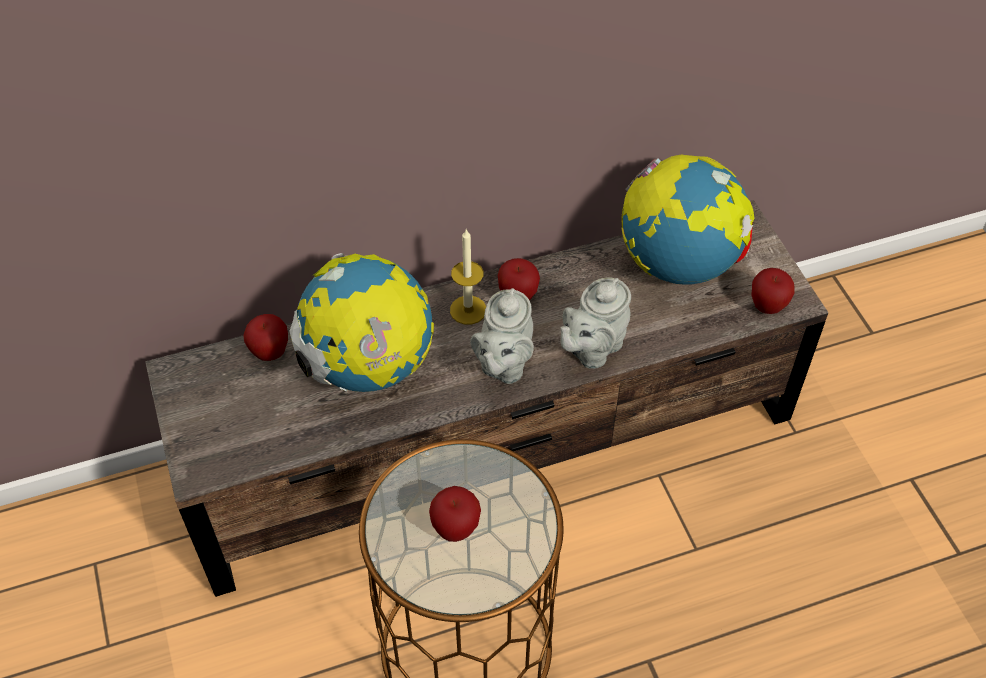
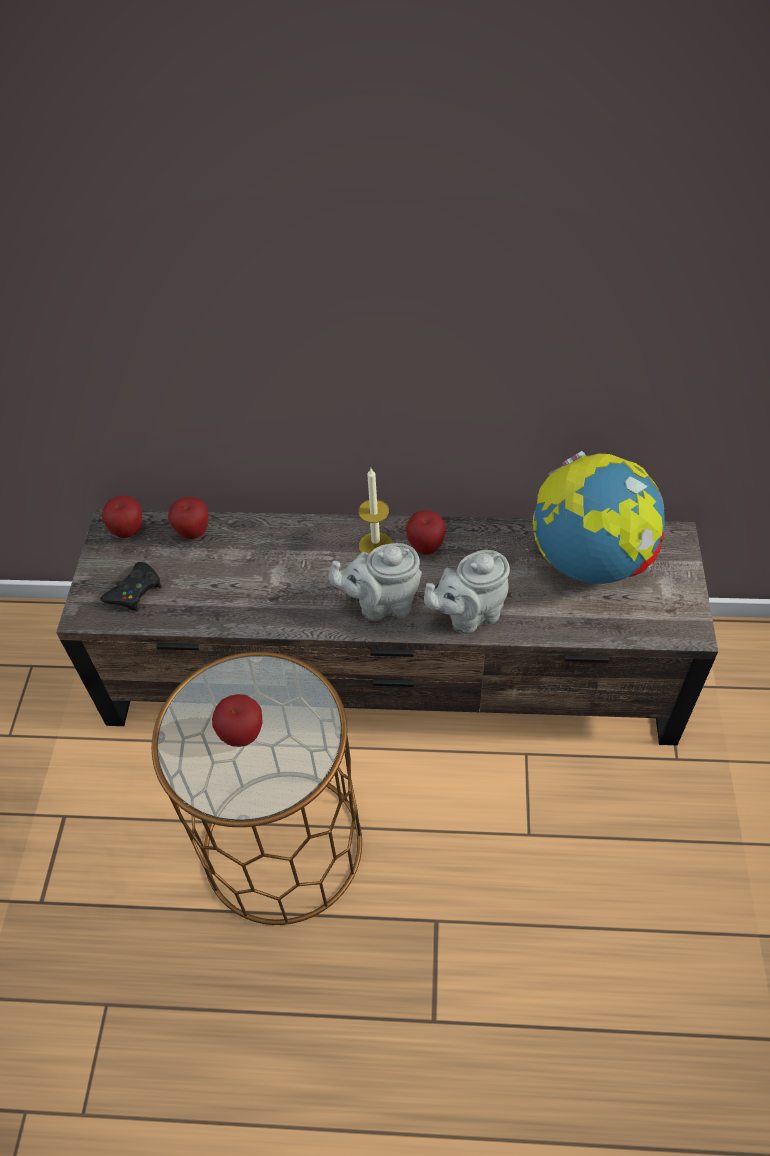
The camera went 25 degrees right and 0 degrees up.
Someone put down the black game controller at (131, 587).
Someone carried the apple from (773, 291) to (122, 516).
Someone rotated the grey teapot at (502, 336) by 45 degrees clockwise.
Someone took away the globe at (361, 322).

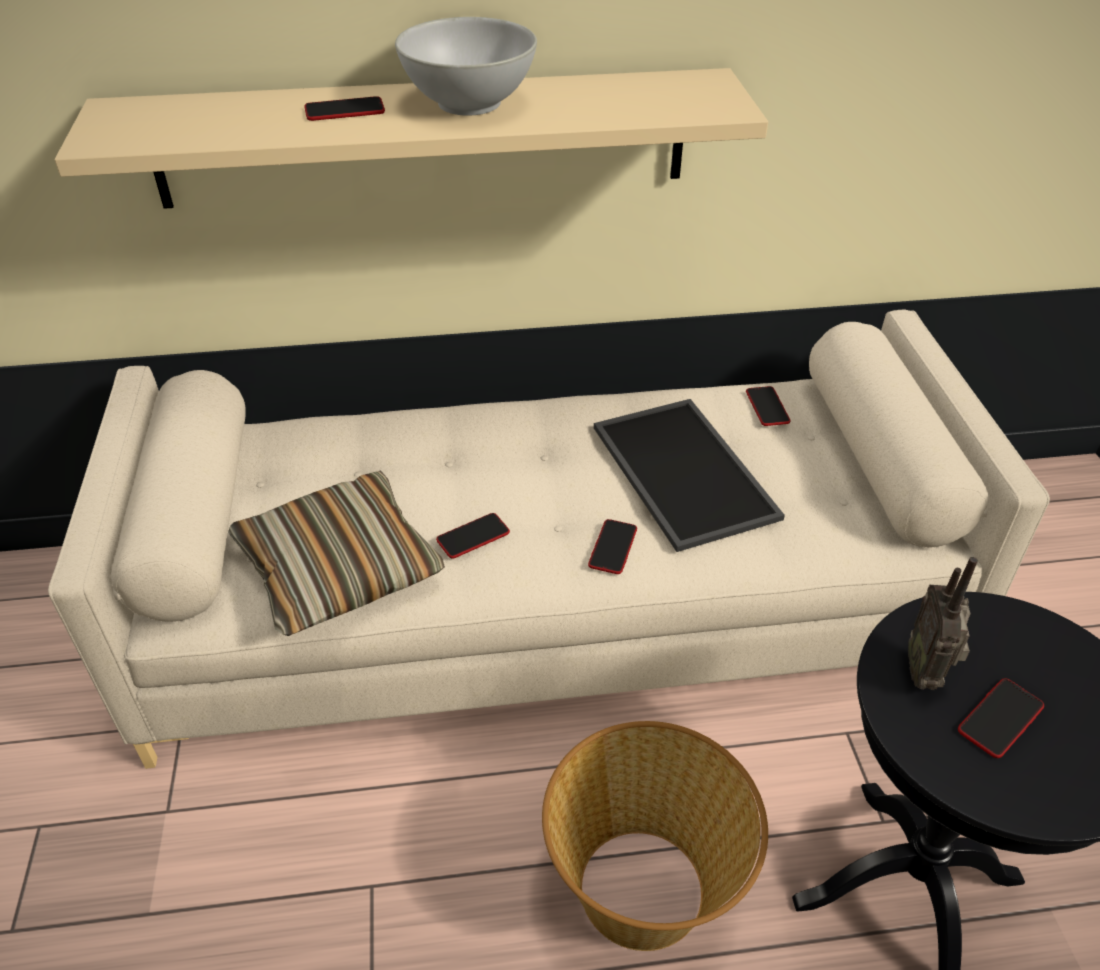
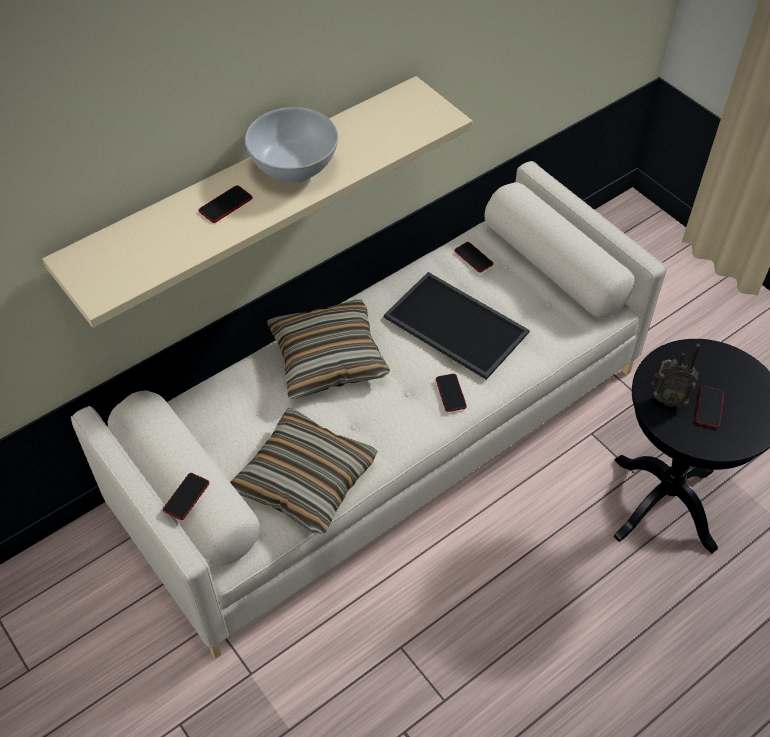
The camera went 30 degrees left and 10 degrees up.
Someone carried the phone from (473, 536) to (186, 496).
Someone put down the pillow at (328, 349).
Someone rotated the radio at (943, 623) by 45 degrees counterclockwise.
Someone took away the basket at (655, 836).

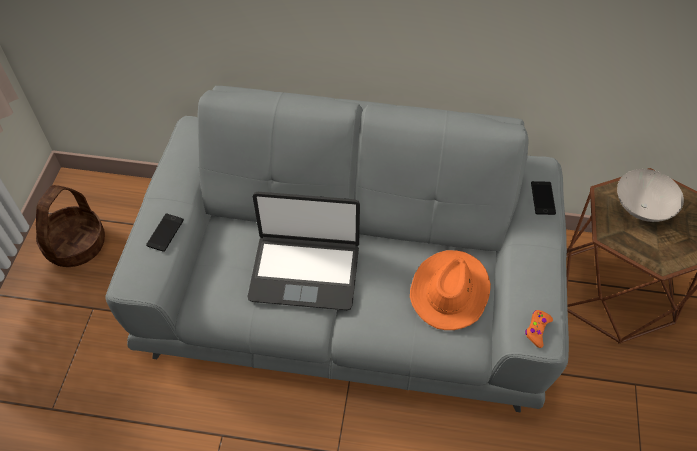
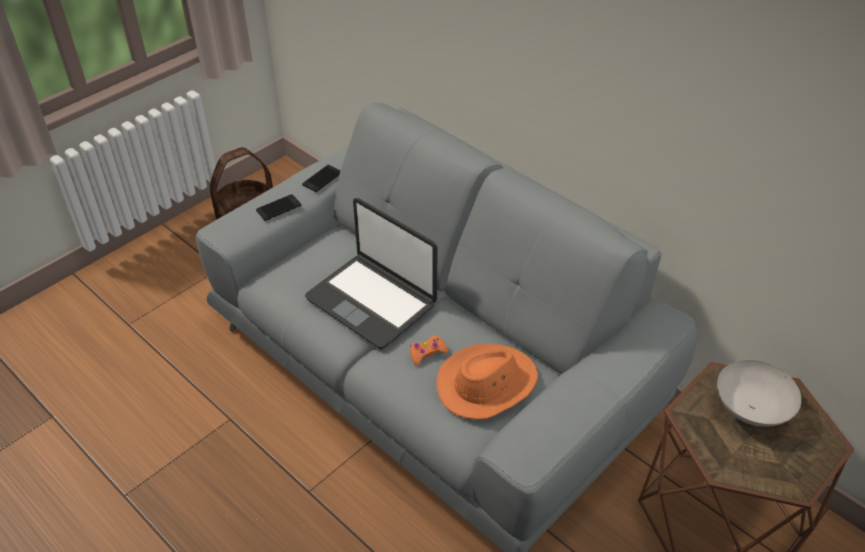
The camera went 35 degrees right and 10 degrees down.
Someone carried the phone from (543, 198) to (321, 178).
Someone carried the orange game controller from (539, 329) to (429, 350).

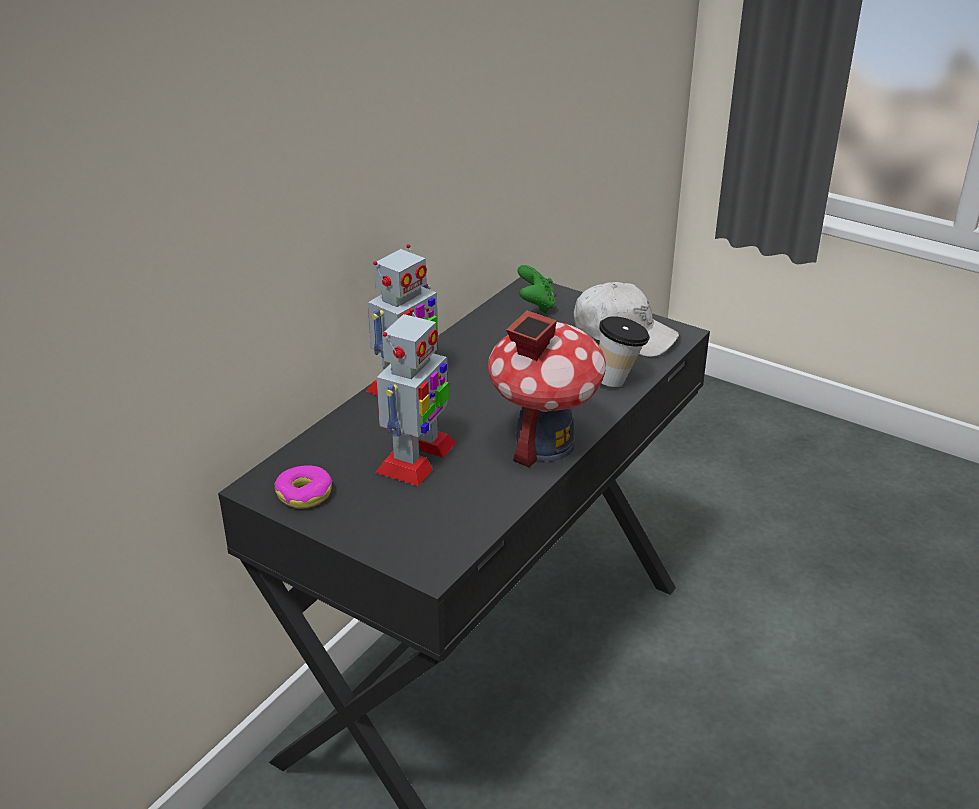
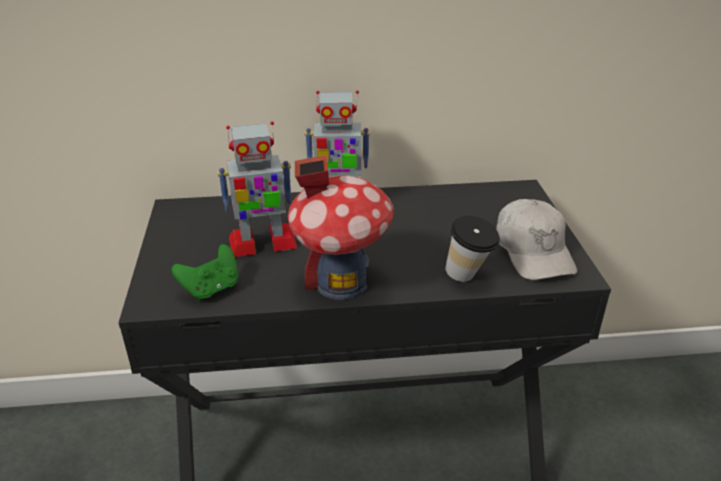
The camera went 50 degrees right and 0 degrees up.
Someone carried the green game controller from (536, 289) to (205, 272).
Someone took away the donut at (303, 487).

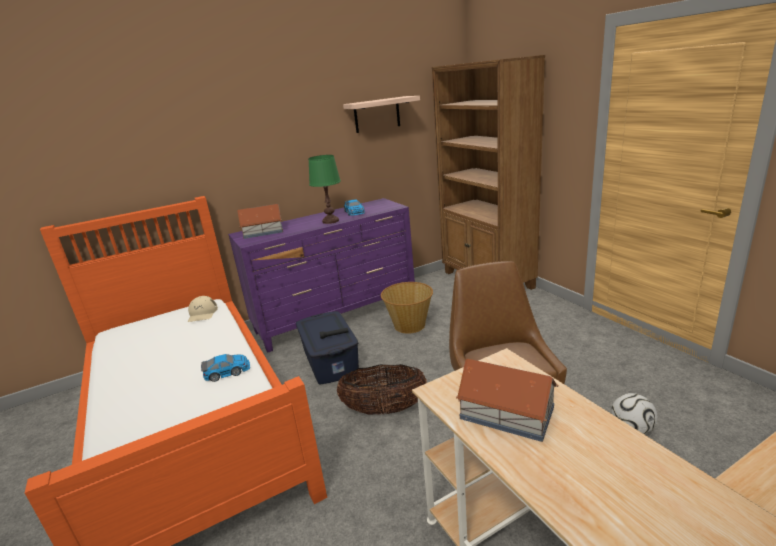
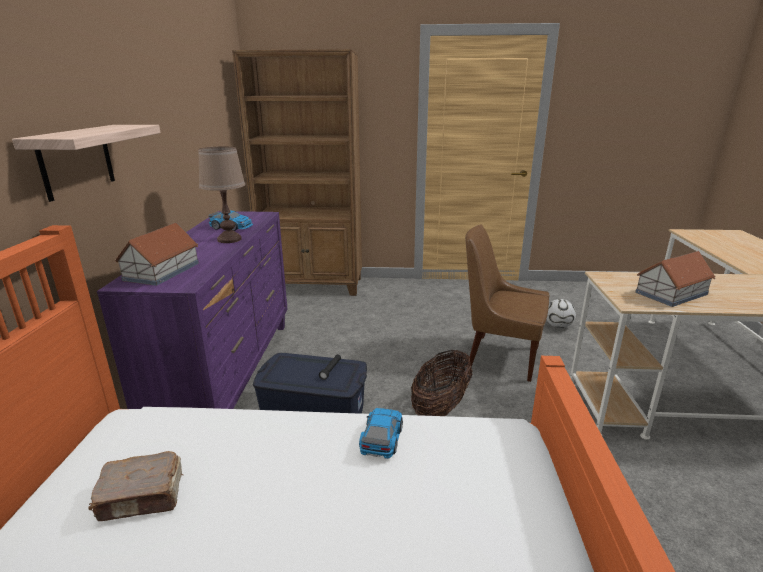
The camera went 60 degrees left and 0 degrees up.
Someone carried the shelf from (381, 114) to (86, 163).
Someone put down the brown book at (135, 486).
Someone repainted the green table lamp at (324, 189), which became the brown table lamp at (221, 194).
Someone took away the beige cap at (203, 309).
Someone took away the basket at (407, 308).

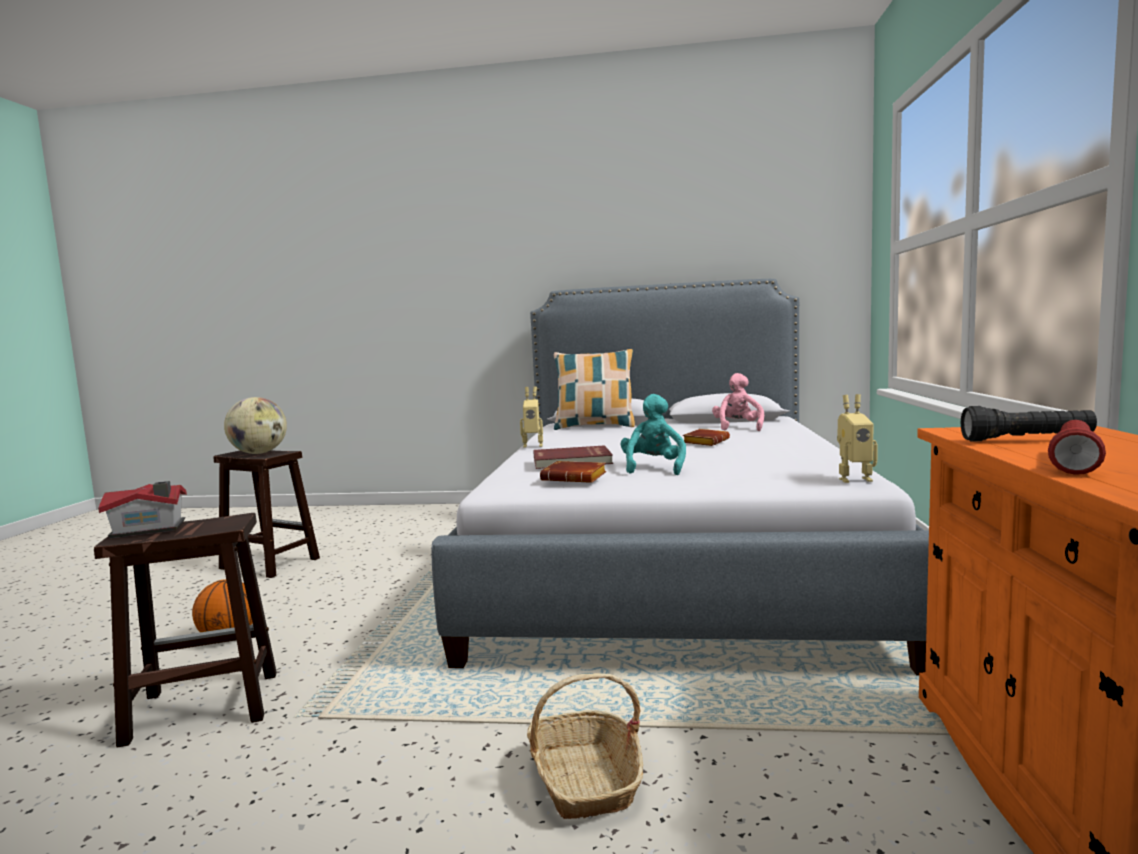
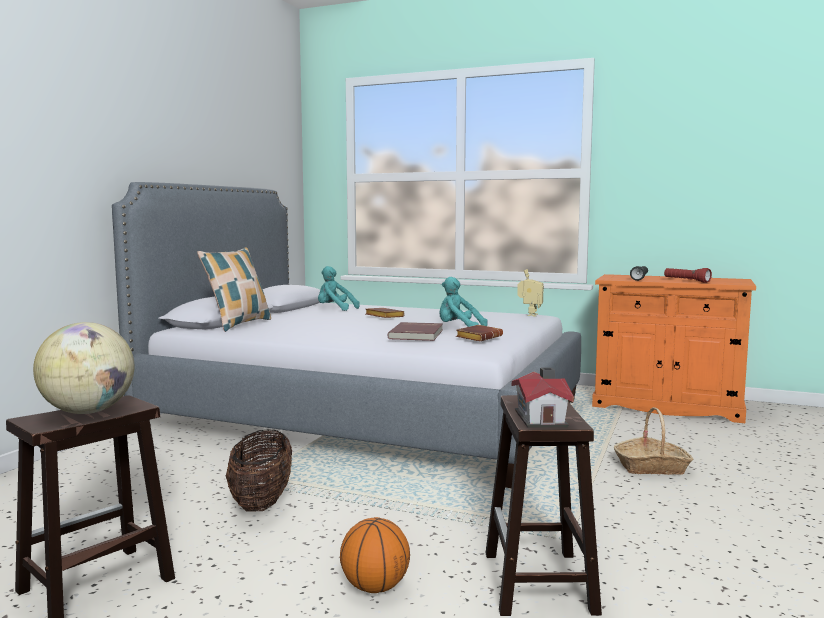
The camera went 75 degrees left and 0 degrees up.
Someone put down the basket at (259, 470).
Someone repainted the pink plush toy at (738, 402), which became the turquoise plush toy at (339, 288).
Someone took away the toy robot at (531, 417).

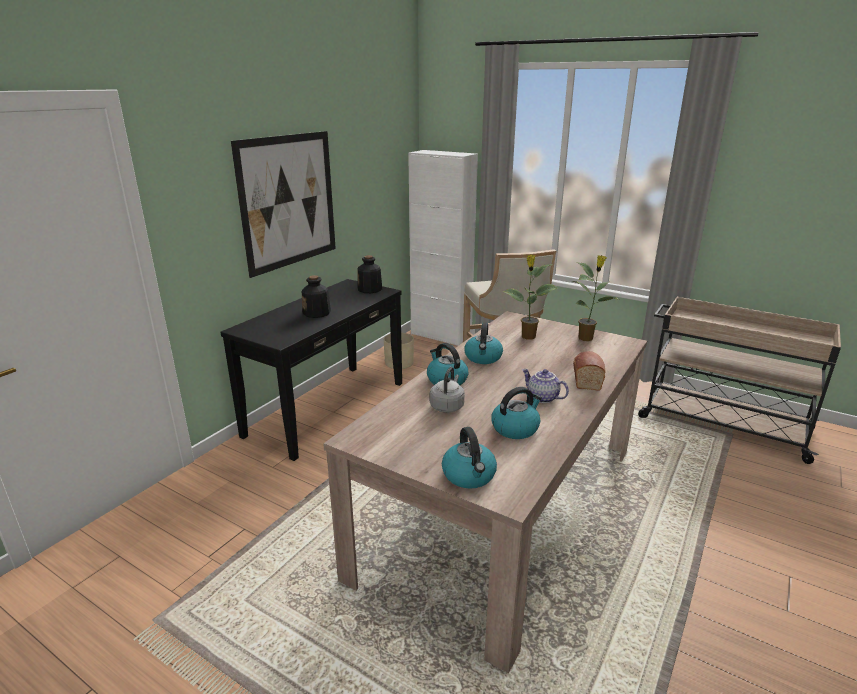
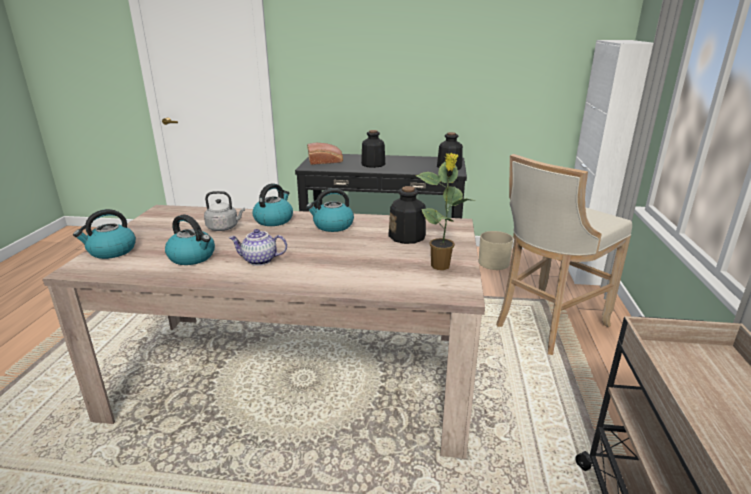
The camera went 65 degrees right and 0 degrees up.
Someone rotated the teapot at (545, 386) by 105 degrees counterclockwise.
Someone carried the bread from (589, 371) to (325, 154).
Someone swapped the potted plant at (530, 297) for the bottle at (407, 215).
Someone took away the picture at (283, 204).

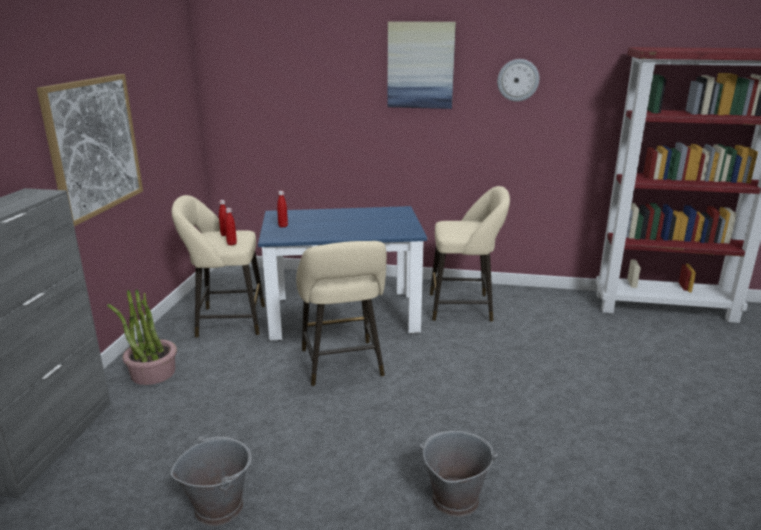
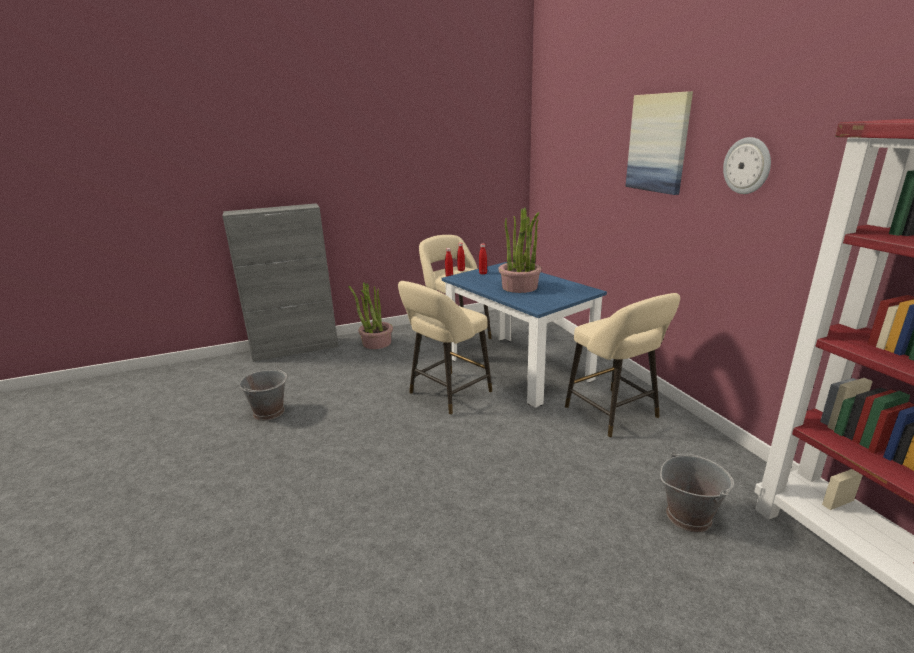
The camera went 60 degrees right and 0 degrees up.
Someone put down the potted plant at (520, 250).
Someone carried the grey bucket from (459, 474) to (697, 492).
Someone took away the picture at (90, 150).

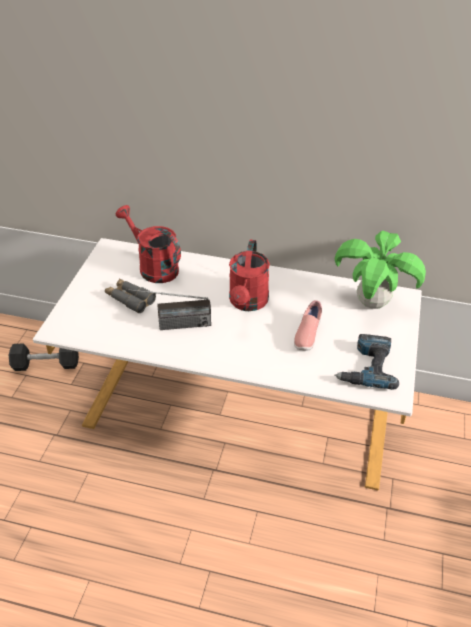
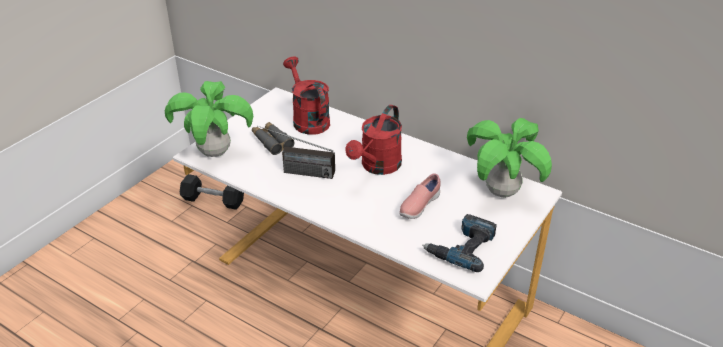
The camera went 20 degrees right and 5 degrees down.
Someone put down the potted plant at (209, 119).

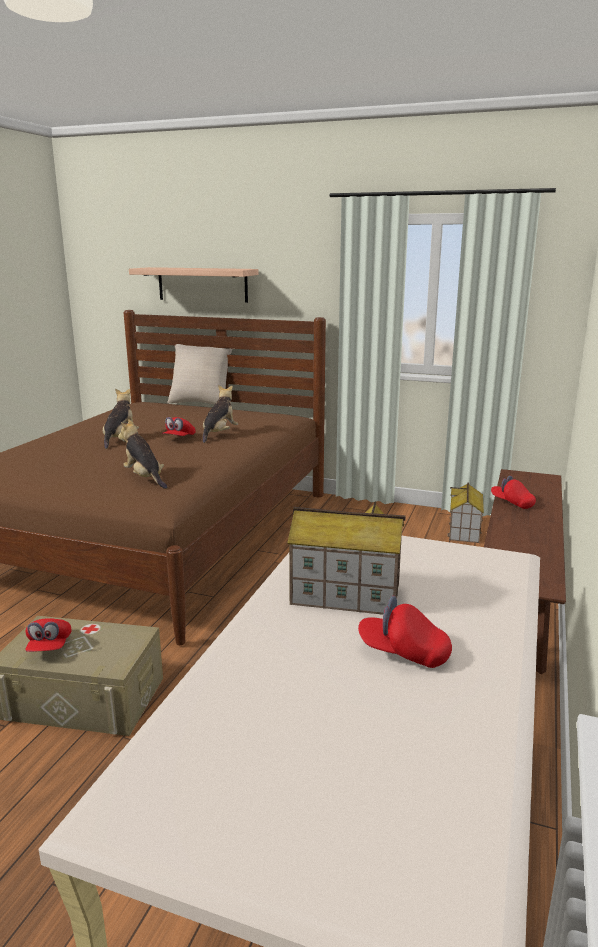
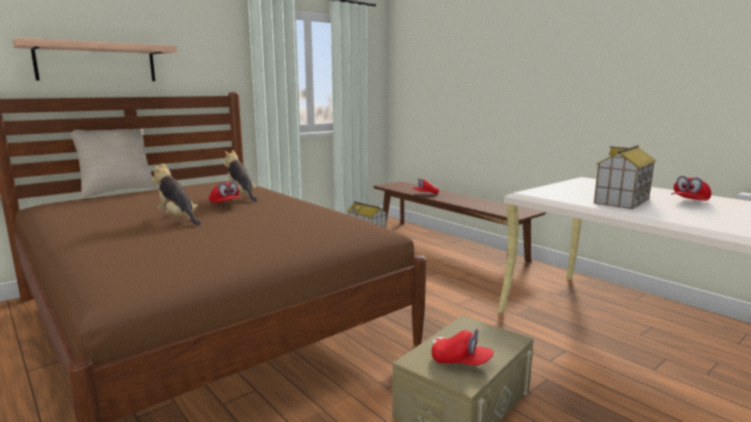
The camera went 60 degrees left and 5 degrees down.
Someone took away the plush toy at (143, 454).

